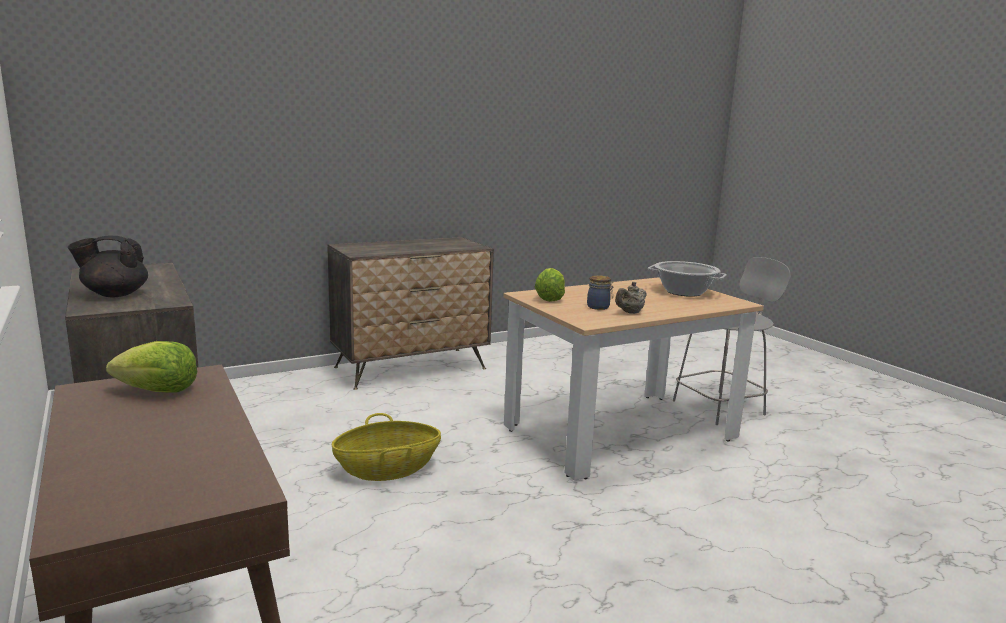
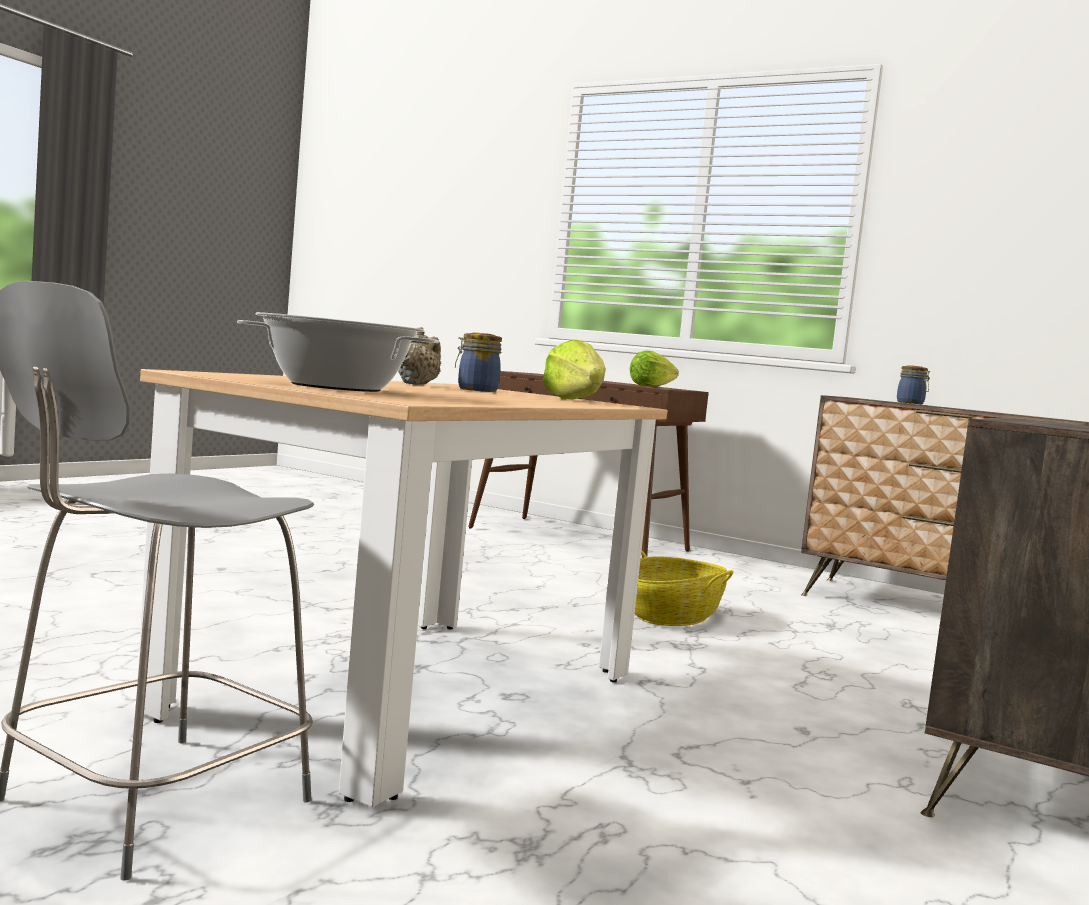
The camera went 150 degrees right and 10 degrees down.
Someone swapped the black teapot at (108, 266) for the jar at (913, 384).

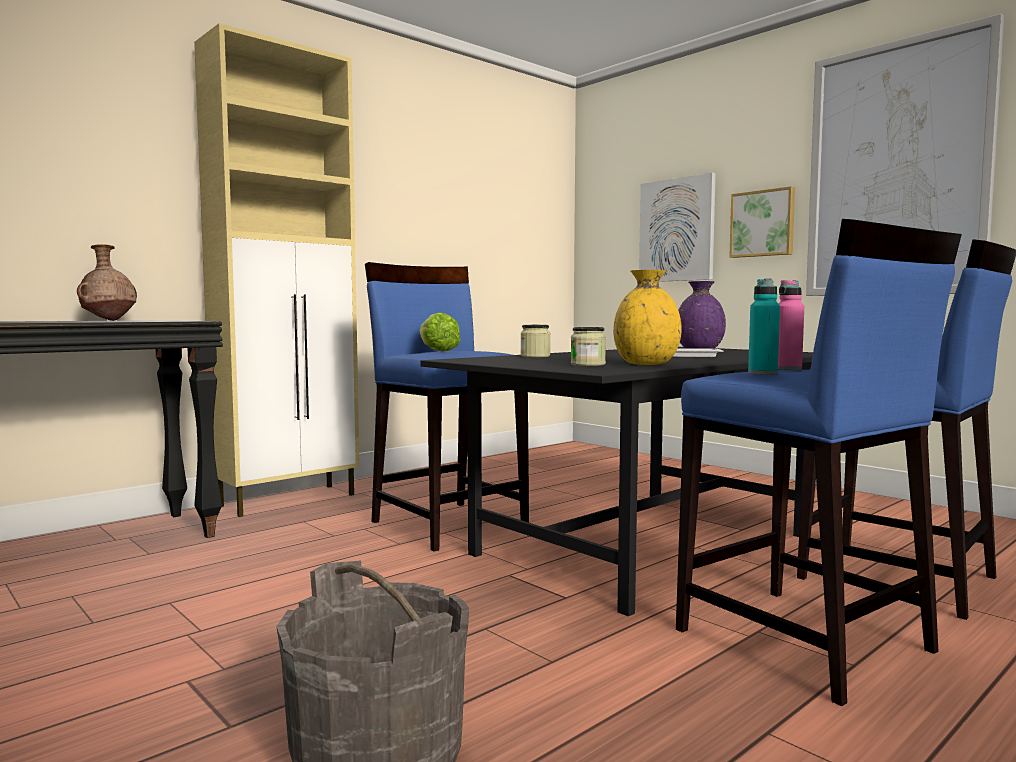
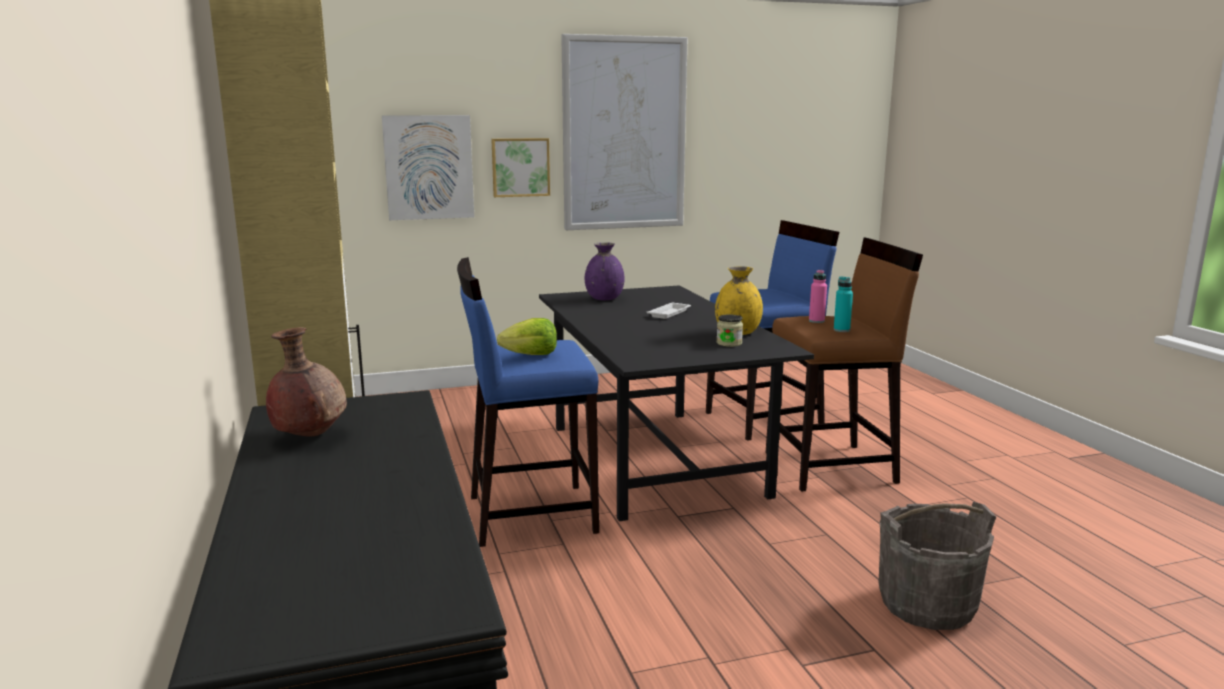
The camera went 65 degrees left and 10 degrees up.
Someone repainted the blue stool at (819, 462), which became the brown stool at (844, 364).
Someone took away the jar at (535, 341).

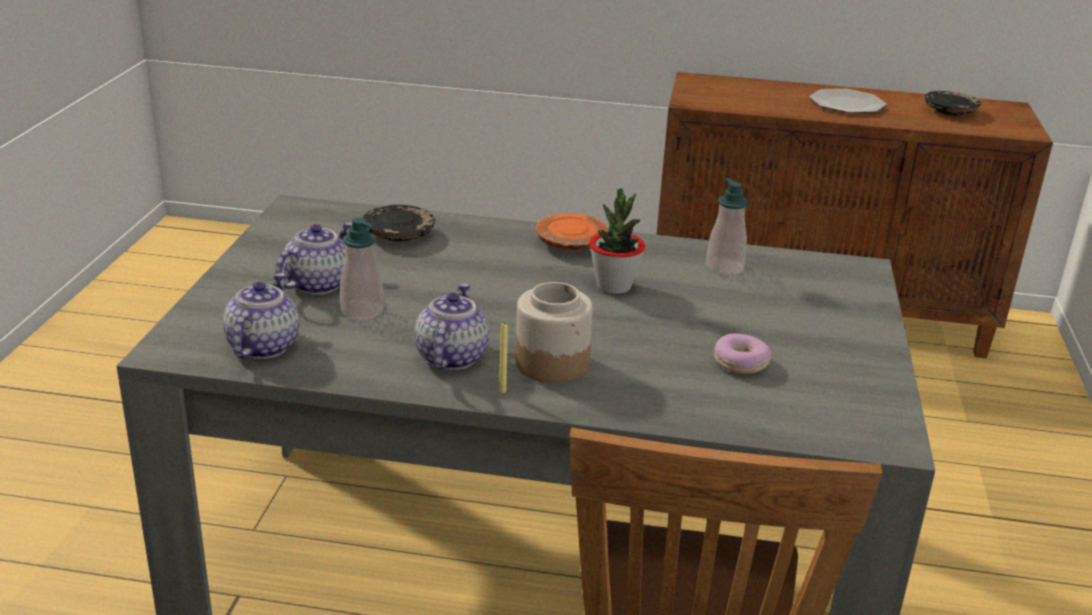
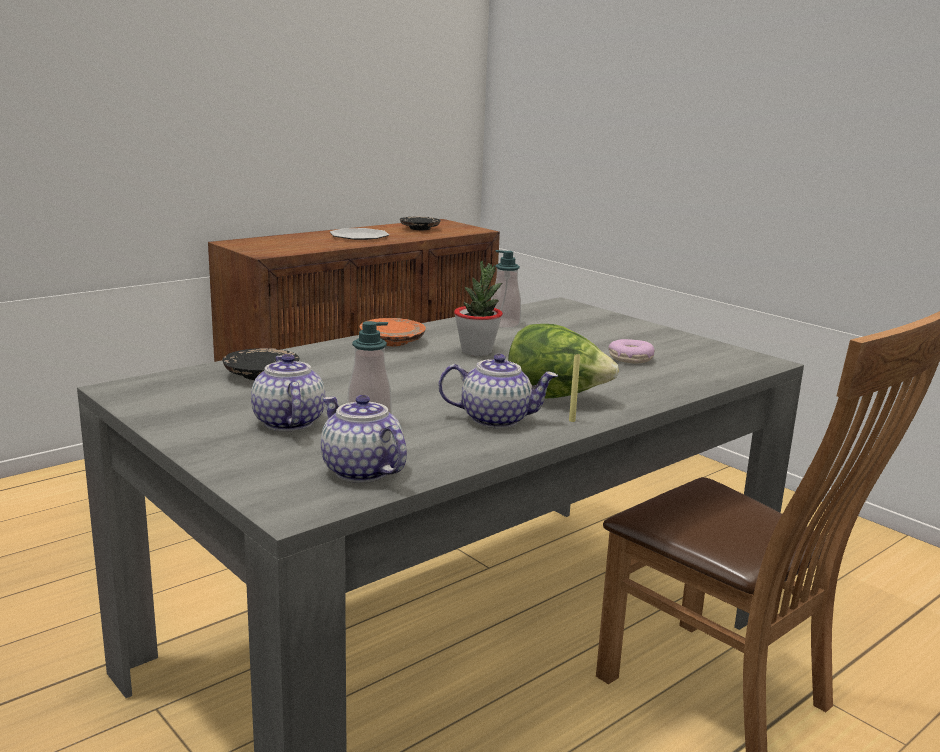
The camera went 50 degrees left and 10 degrees down.
Someone rotated the teapot at (452, 326) by 135 degrees clockwise.
Someone swapped the jar at (554, 332) for the lettuce at (563, 361).

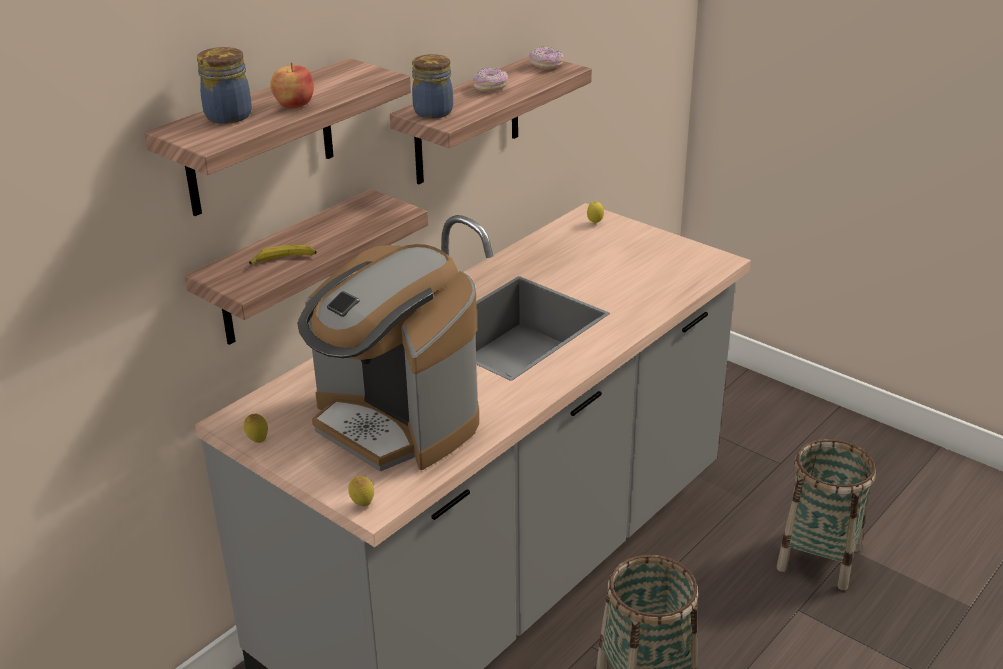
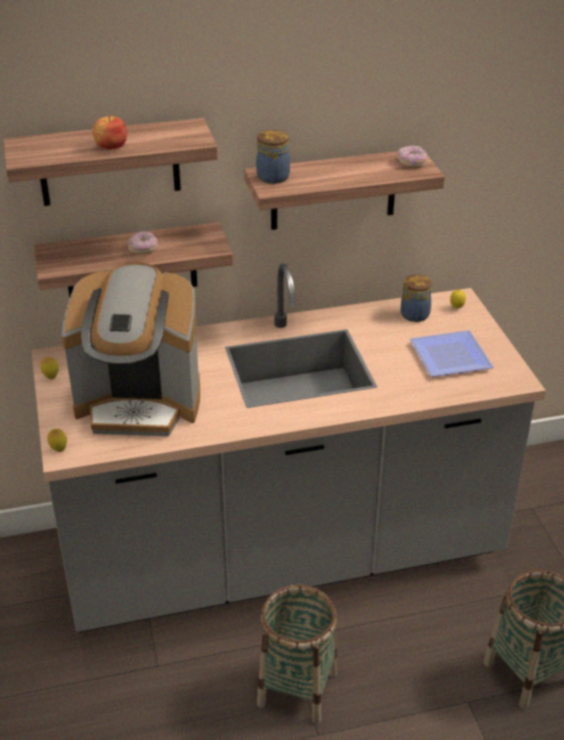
The camera went 35 degrees right and 5 degrees up.
Someone rotated the coffee machine at (388, 358) by 75 degrees counterclockwise.
Someone carried the donut from (490, 80) to (143, 242).
Someone carried the jar from (224, 85) to (416, 298).
Someone put down the plate at (452, 353).
Someone took away the banana at (283, 255).

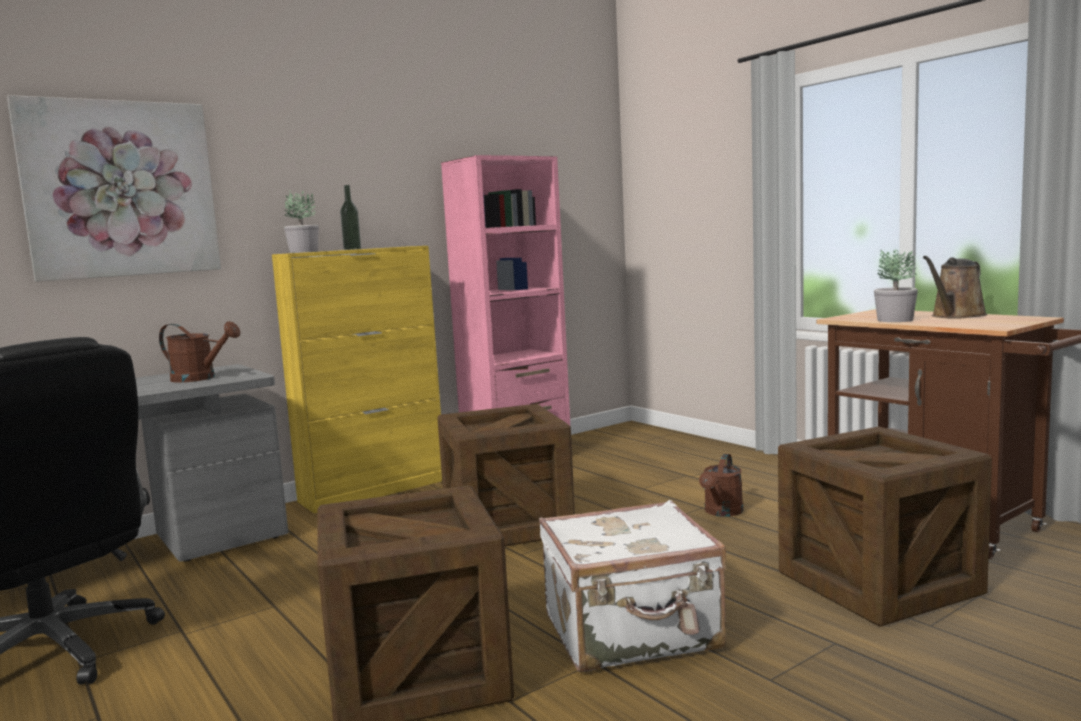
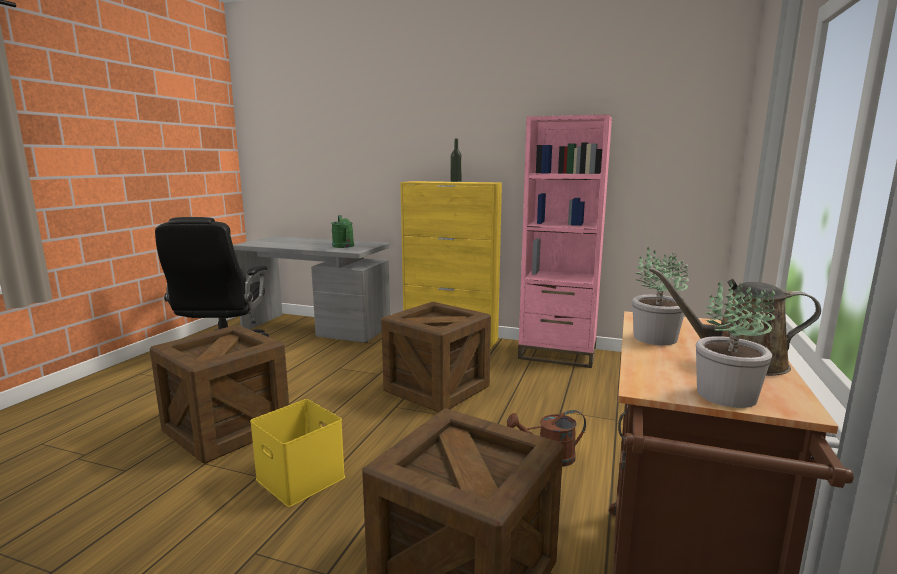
The camera went 55 degrees right and 5 degrees up.
Someone swapped the white suitcase at (632, 586) for the yellow storage box at (297, 453).
Someone repainted the brown watering can at (200, 351), which became the green watering can at (342, 231).
Someone carried the potted plant from (301, 222) to (735, 344).
Someone took away the picture at (114, 188).

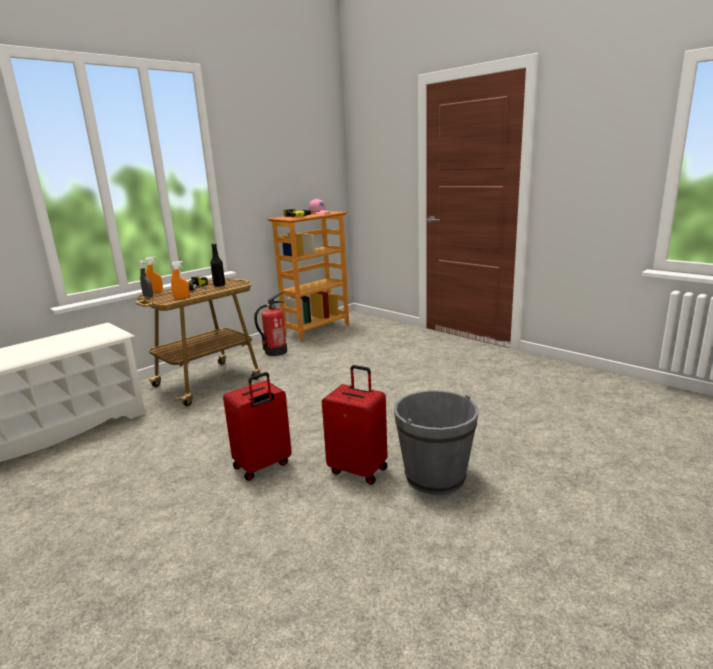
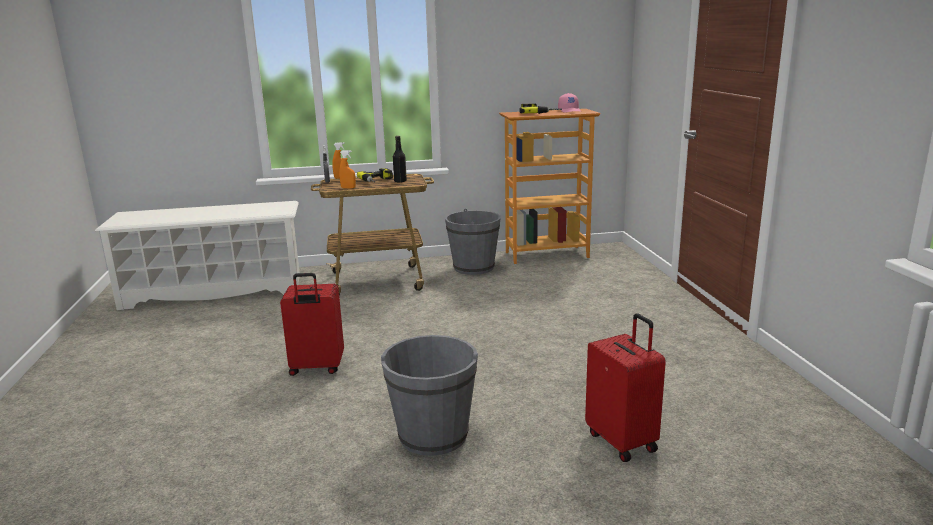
The camera went 35 degrees right and 0 degrees up.
Someone swapped the fire extinguisher at (270, 324) for the grey bucket at (473, 241).
Someone carried the red suitcase from (355, 425) to (625, 387).

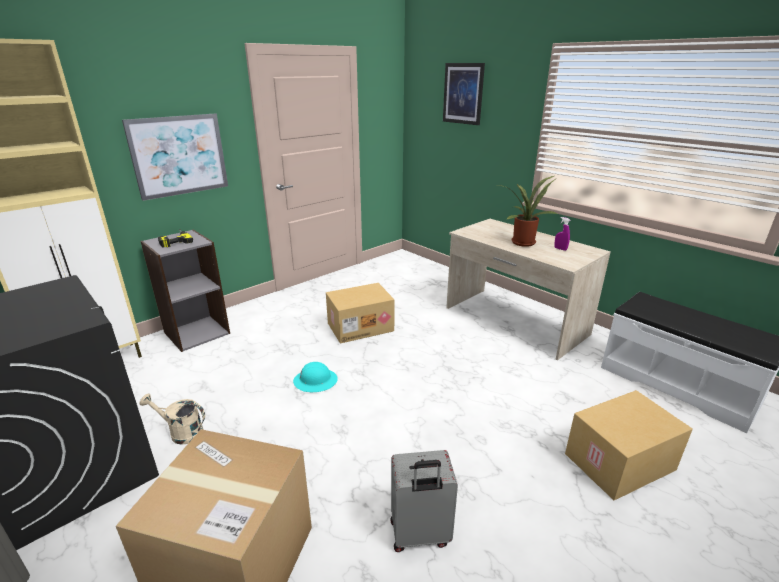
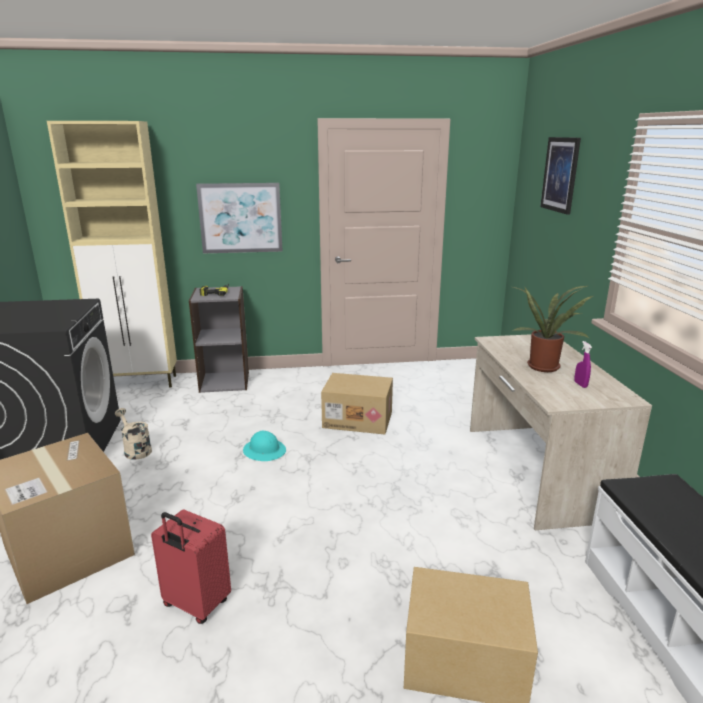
The camera went 35 degrees right and 5 degrees down.
Someone repainted the grey suitcase at (424, 501), which became the red suitcase at (191, 566).

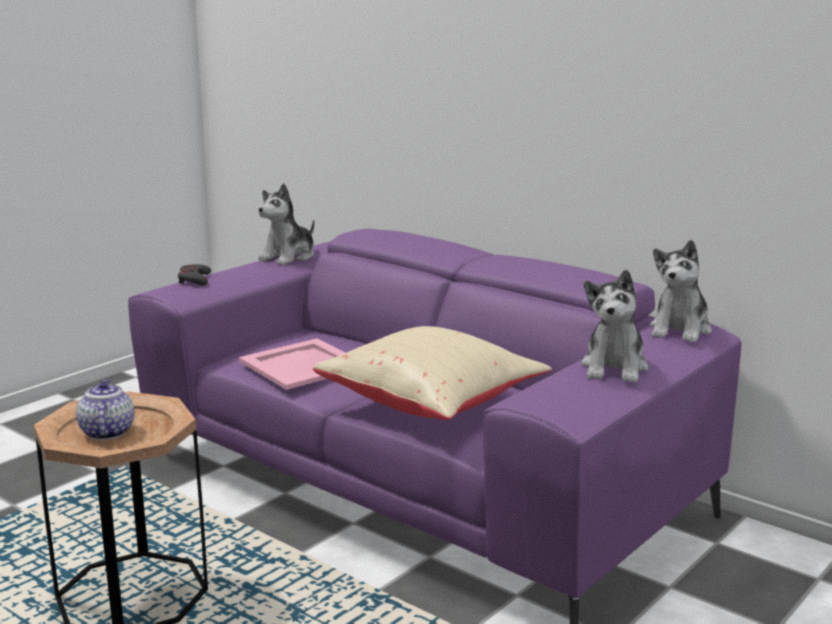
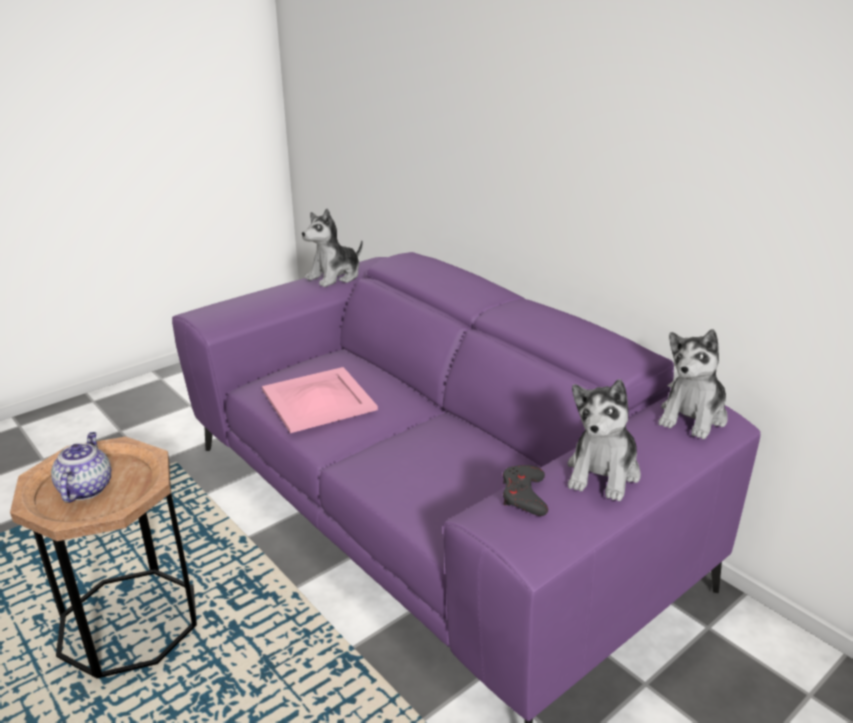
The camera went 10 degrees right and 10 degrees up.
Someone carried the grey game controller from (194, 274) to (525, 490).
Someone took away the beige pillow at (432, 373).

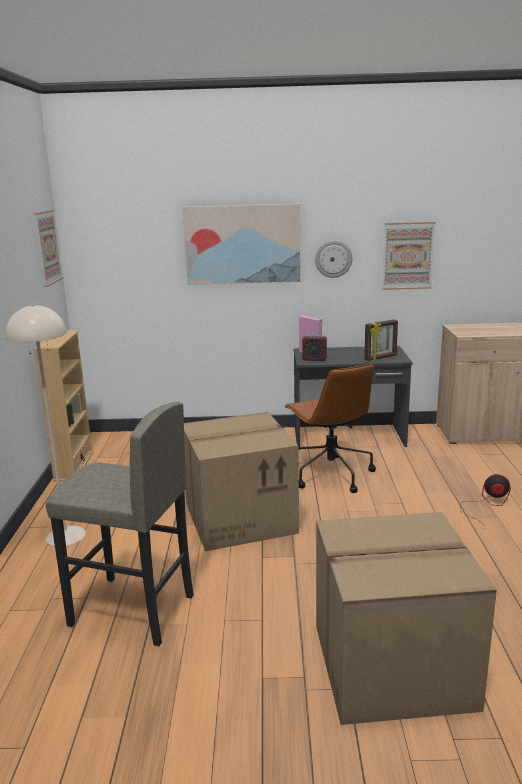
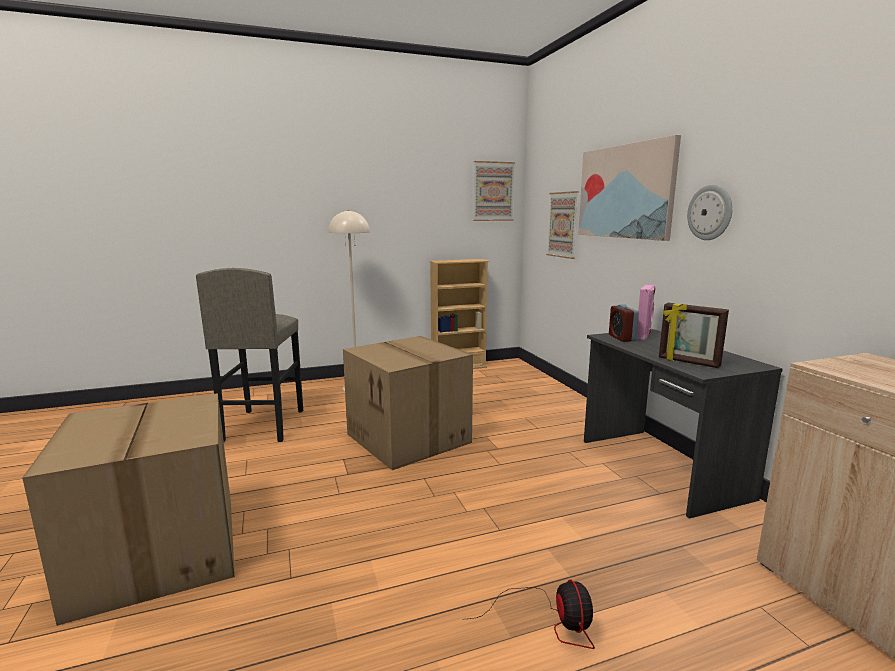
The camera went 70 degrees right and 5 degrees down.
Someone carried the picture from (408, 256) to (562, 225).
Someone took away the brown office chair at (330, 428).

